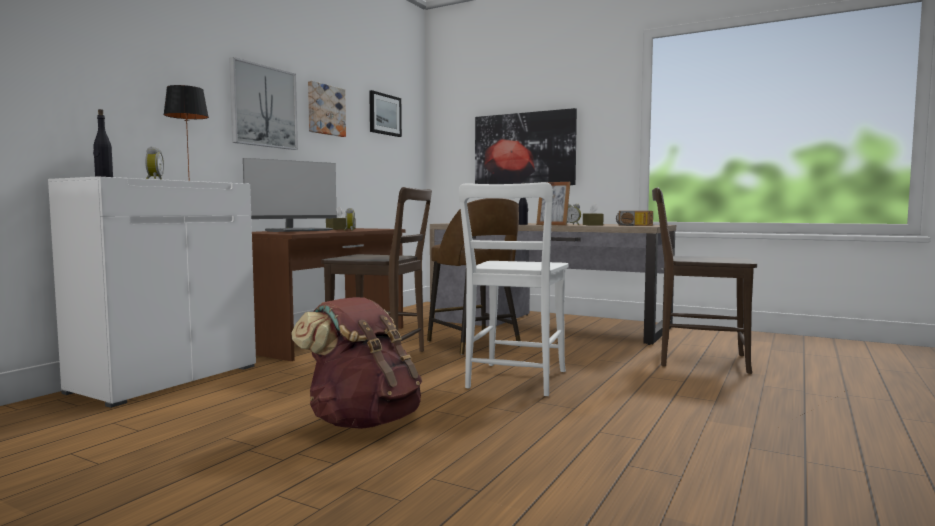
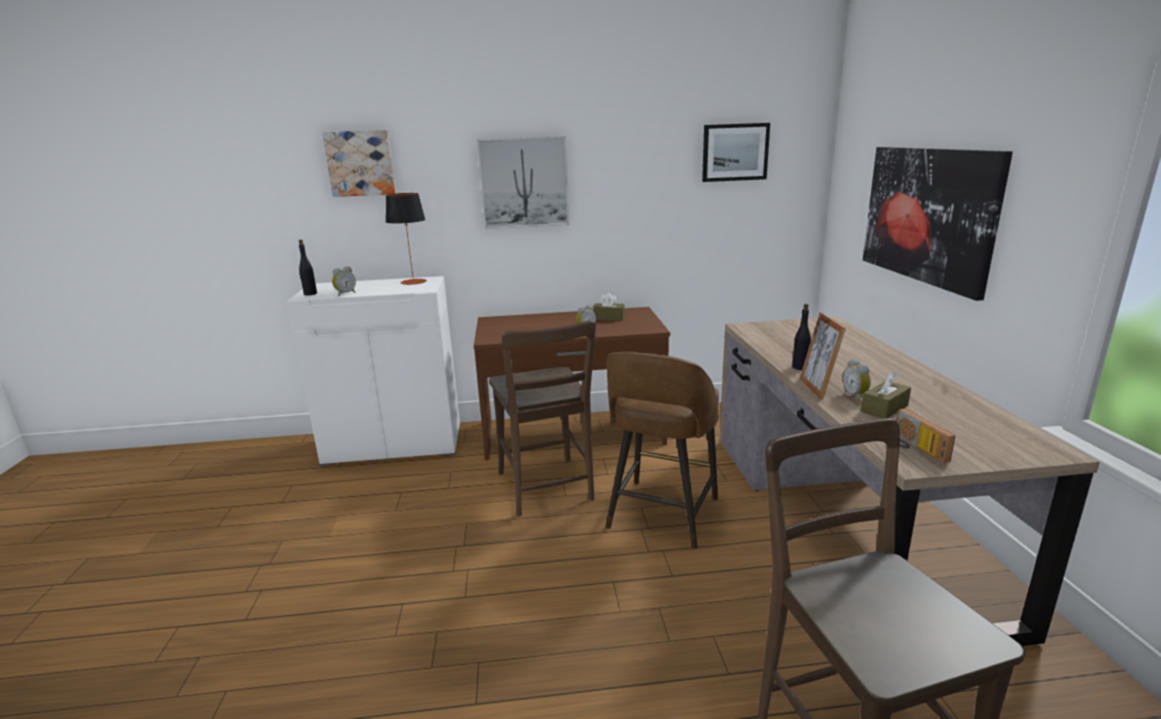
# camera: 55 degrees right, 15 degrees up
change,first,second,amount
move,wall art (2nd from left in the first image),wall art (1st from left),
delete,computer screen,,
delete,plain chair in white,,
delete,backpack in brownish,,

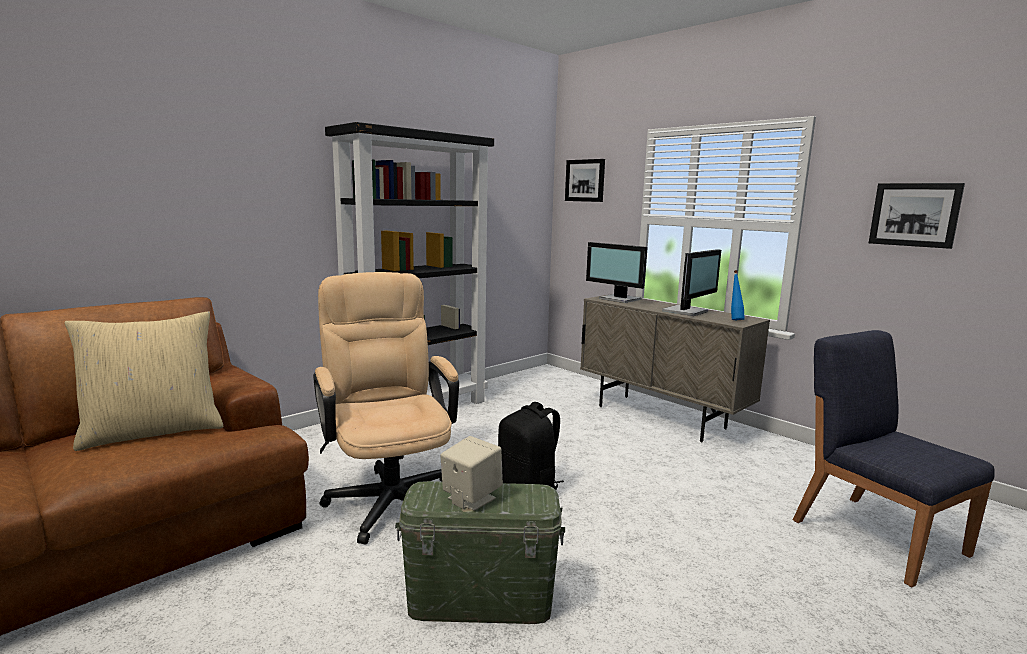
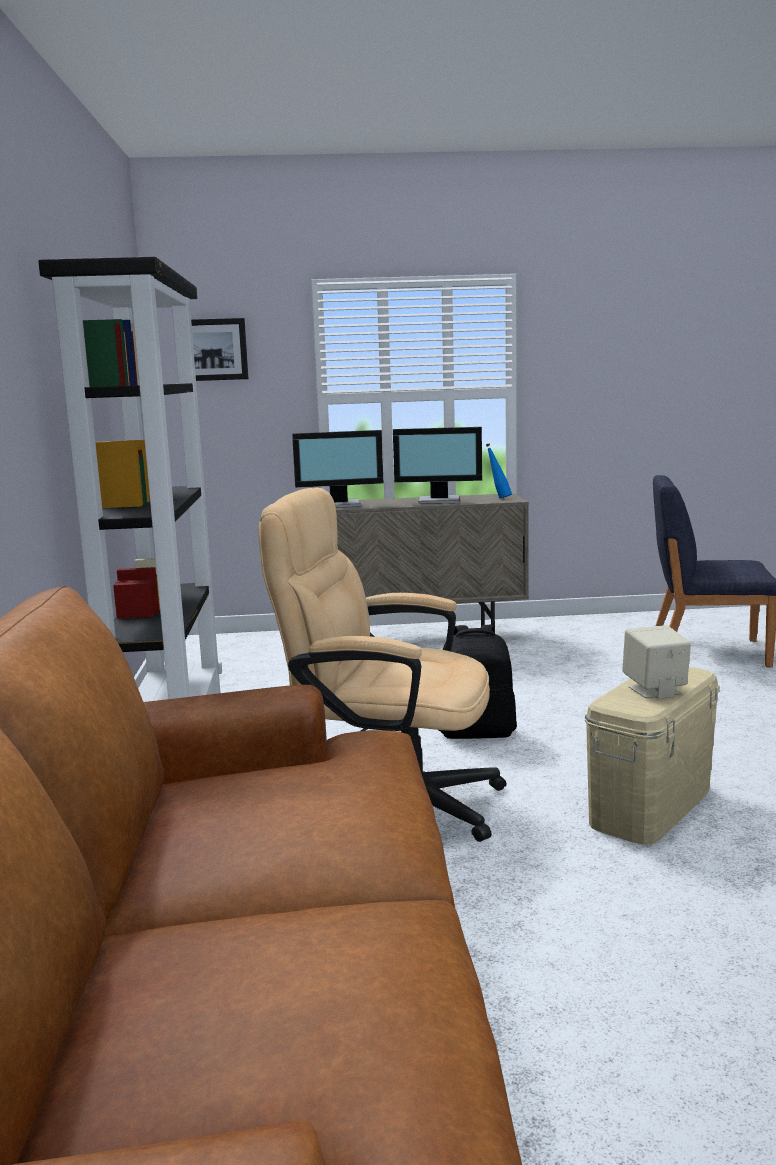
# camera: 50 degrees left, 0 degrees up
change,first,second,amount
delete,wall art (2nd from left),,
rotate,computer screen (2nd from left),,105 degrees clockwise
delete,cushion in sand-coloured,,
recolor,storage bin in green,storage bin in sand-coloured,

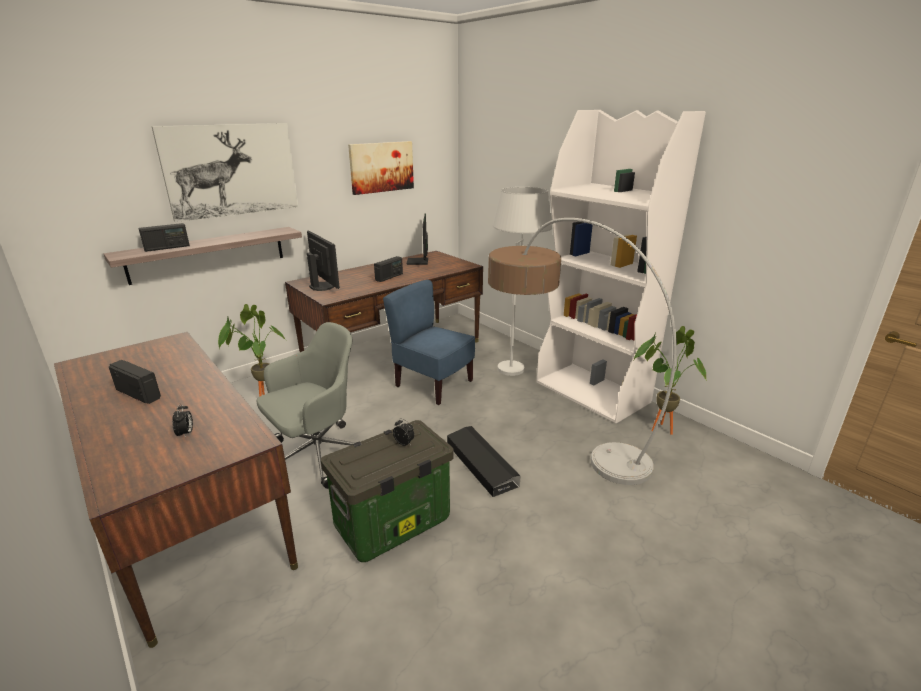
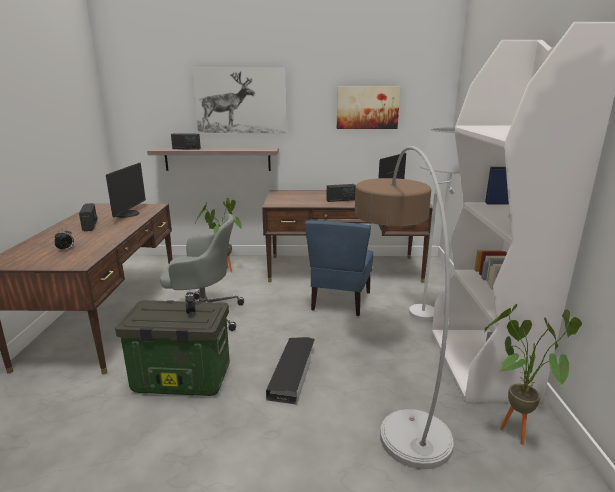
# camera: 40 degrees right, 5 degrees down
change,first,second,amount
move,computer screen (1st from left),,
rotate,plain chair in blue,,150 degrees counterclockwise

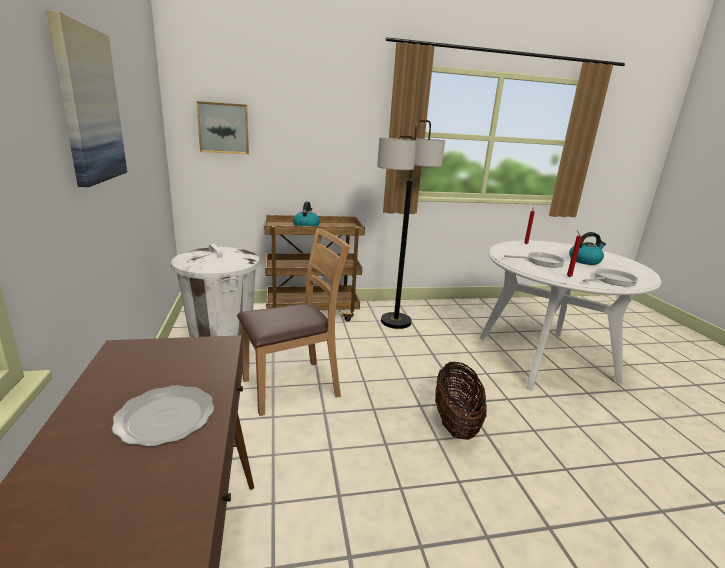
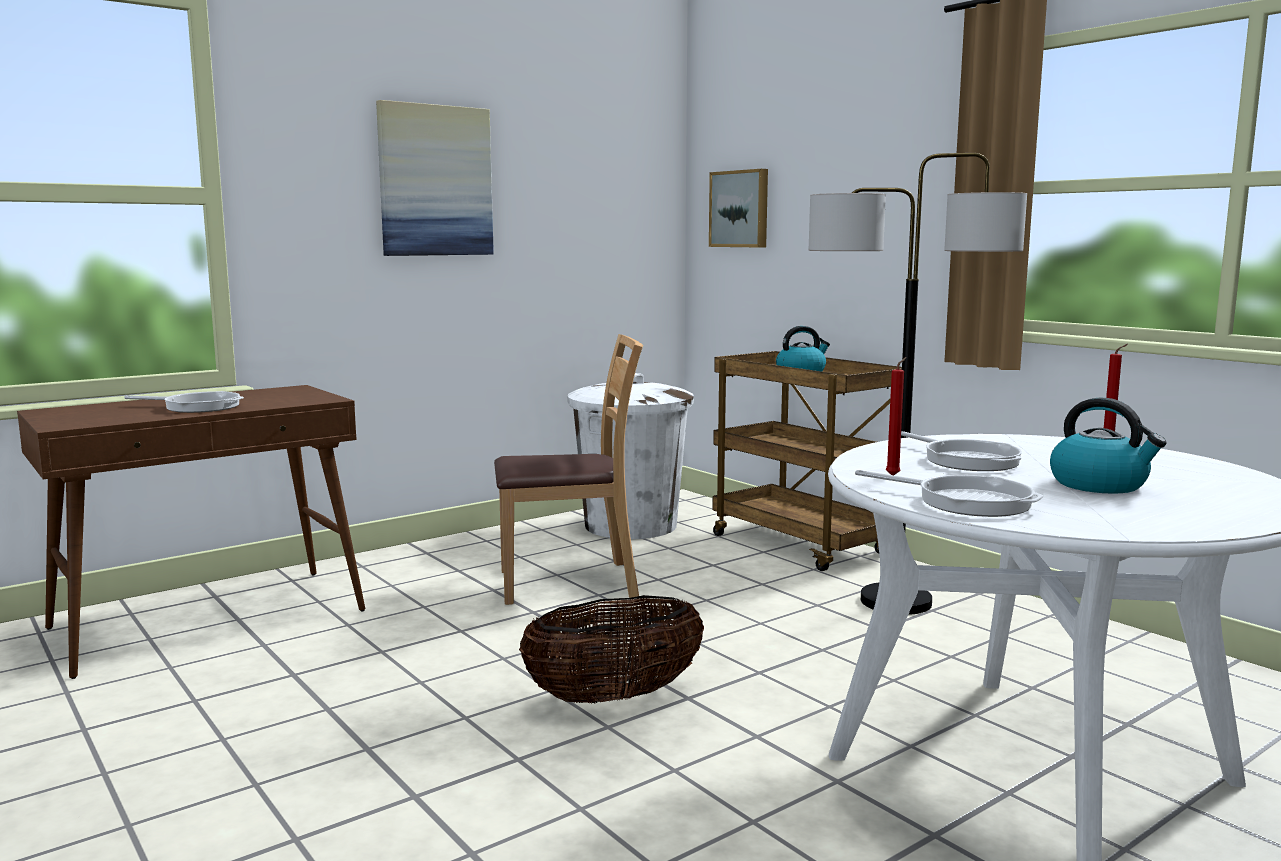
# camera: 65 degrees right, 10 degrees down
change,first,second,amount
rotate,plain chair in brownish,,45 degrees counterclockwise
replace,plate,frying pan (1st from left),

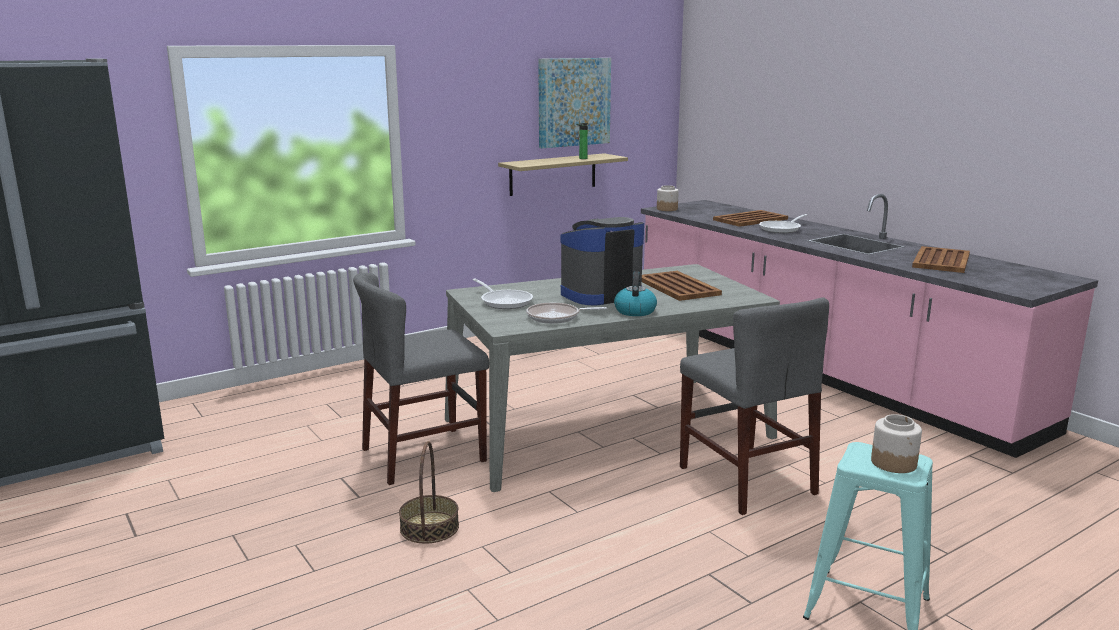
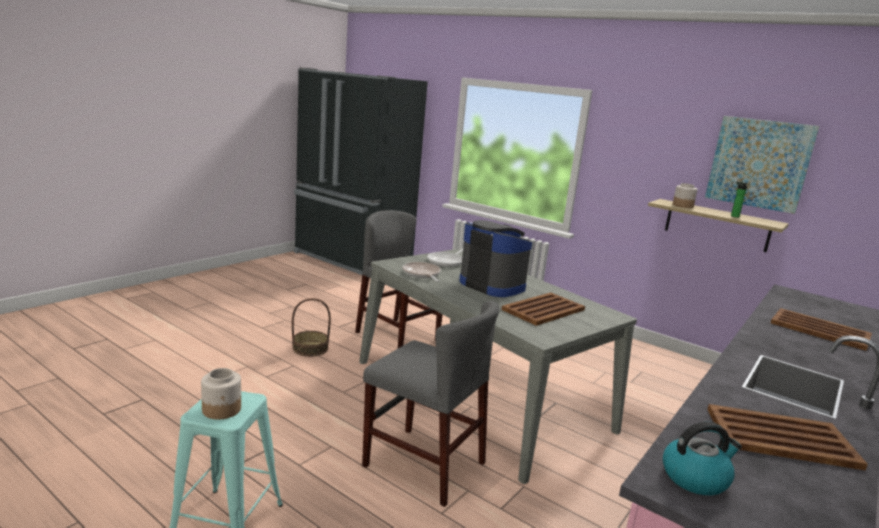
# camera: 70 degrees right, 0 degrees up
change,first,second,amount
move,storage jar (1st from left in the first image),storage jar (2nd from left),
delete,frying pan (3rd from left),,
move,kettle,,
rotate,plain chair in grey (2nd from left),,105 degrees counterclockwise

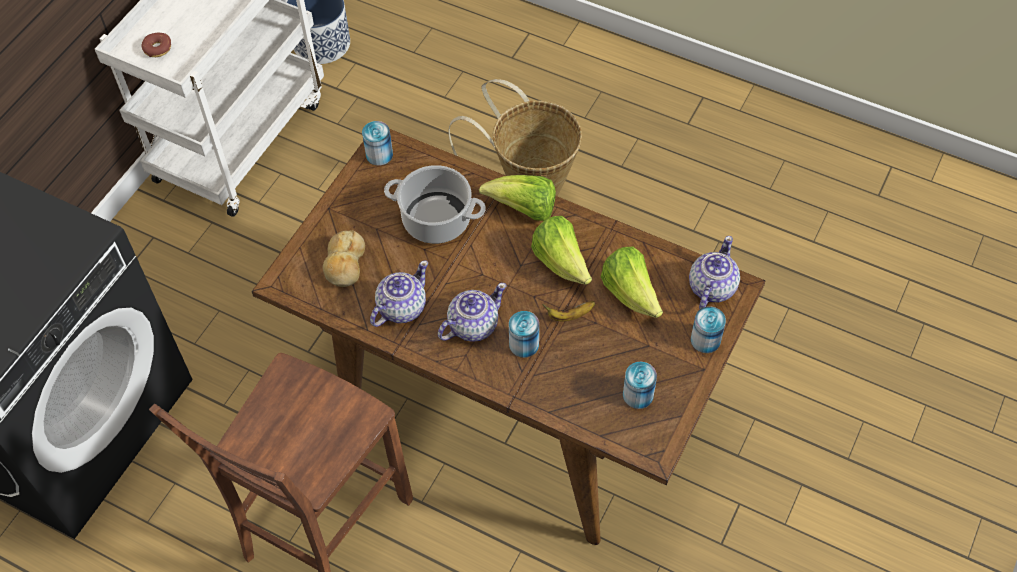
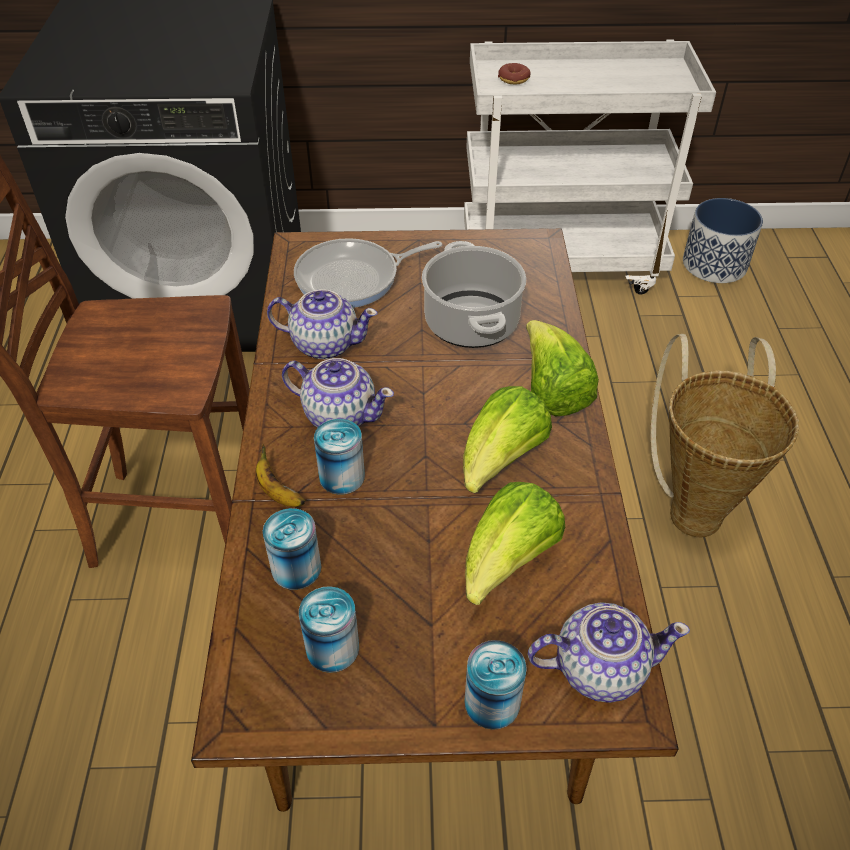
# camera: 60 degrees right, 10 degrees down
change,first,second,amount
move,sealed can (1st from left),,
replace,baked bread,frying pan,
move,banana fruit,,

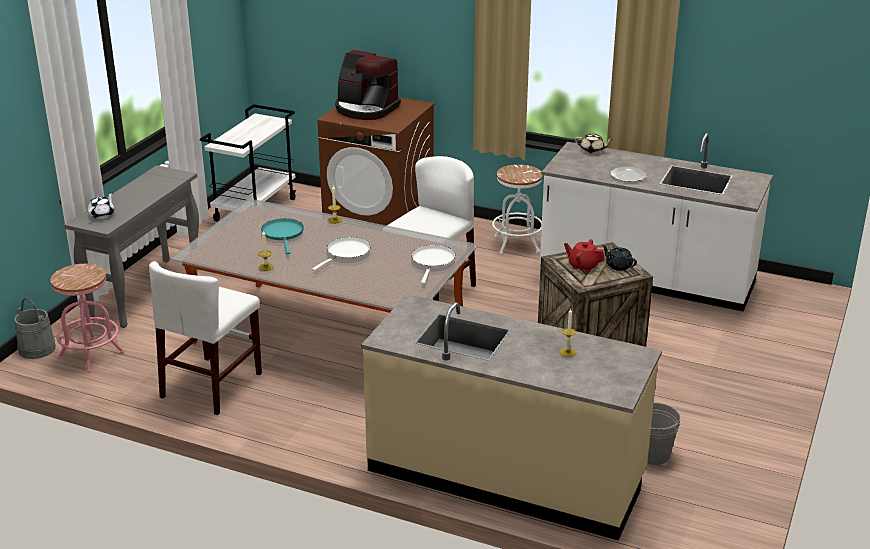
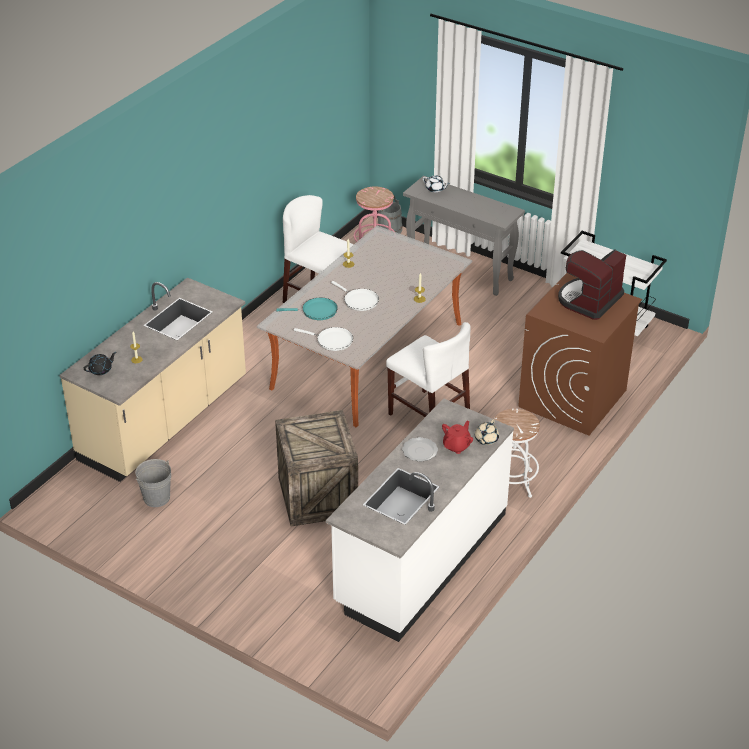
# camera: 100 degrees right, 10 degrees up
change,first,second,amount
move,frying pan in blue-green,,
move,teapot in red,,
move,teapot in black-coloured,,

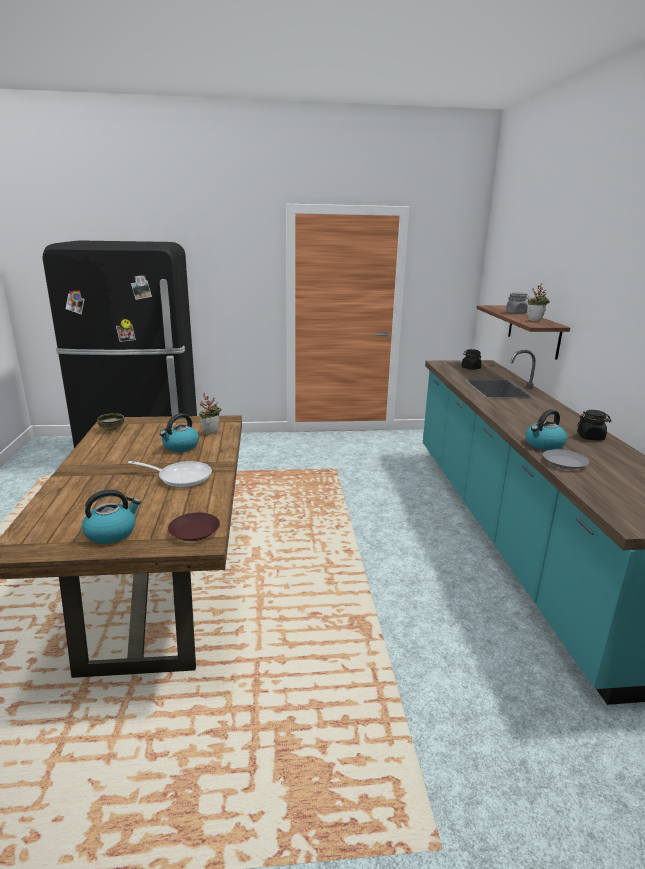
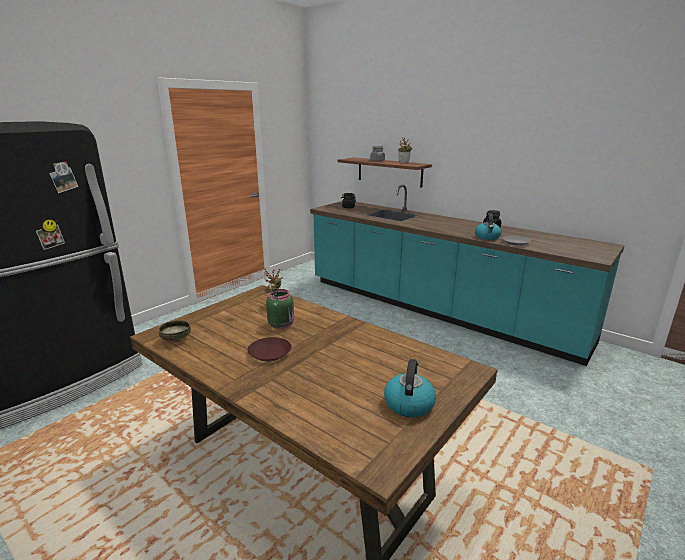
# camera: 45 degrees left, 0 degrees up
change,first,second,amount
replace,kettle (2nd from left),storage jar in green,
delete,frying pan,,
move,plate in brownish,,

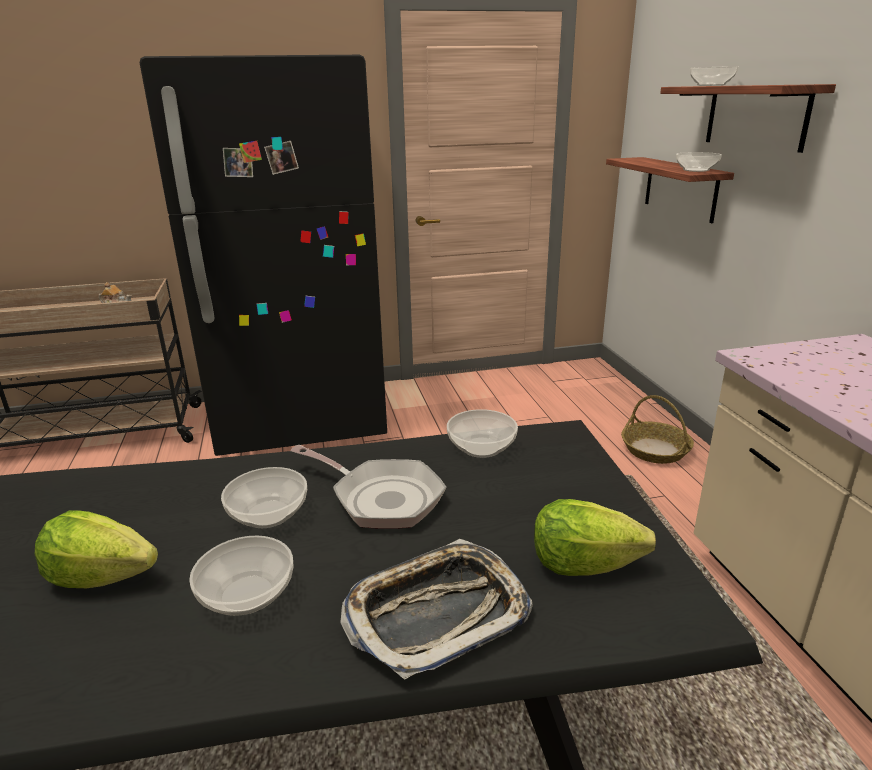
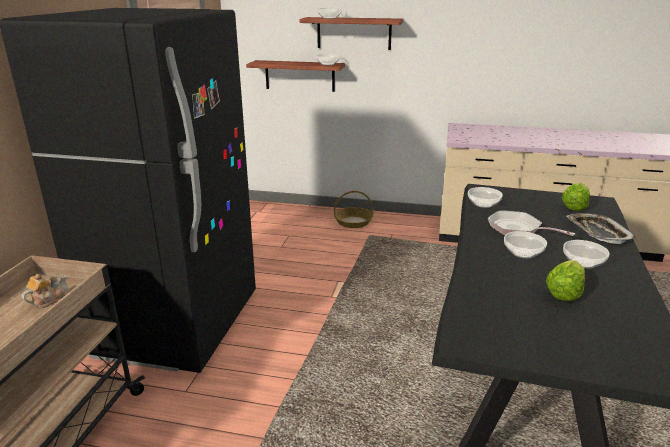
# camera: 65 degrees left, 0 degrees up
change,first,second,amount
rotate,frying pan,,105 degrees counterclockwise

